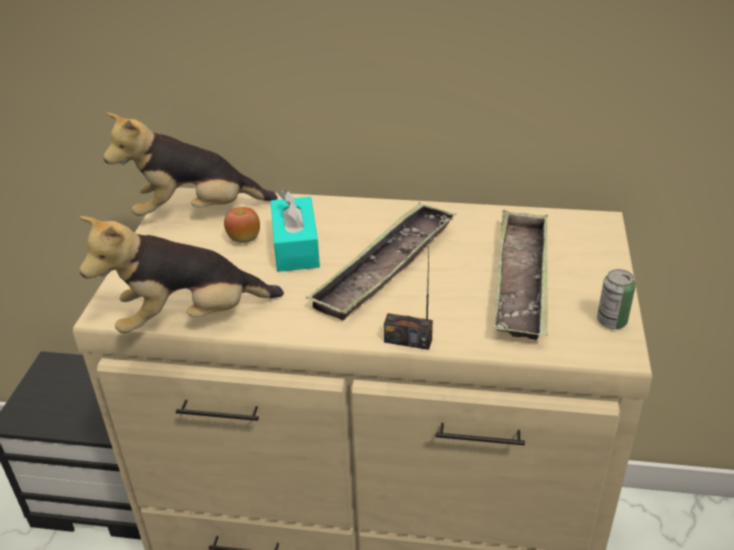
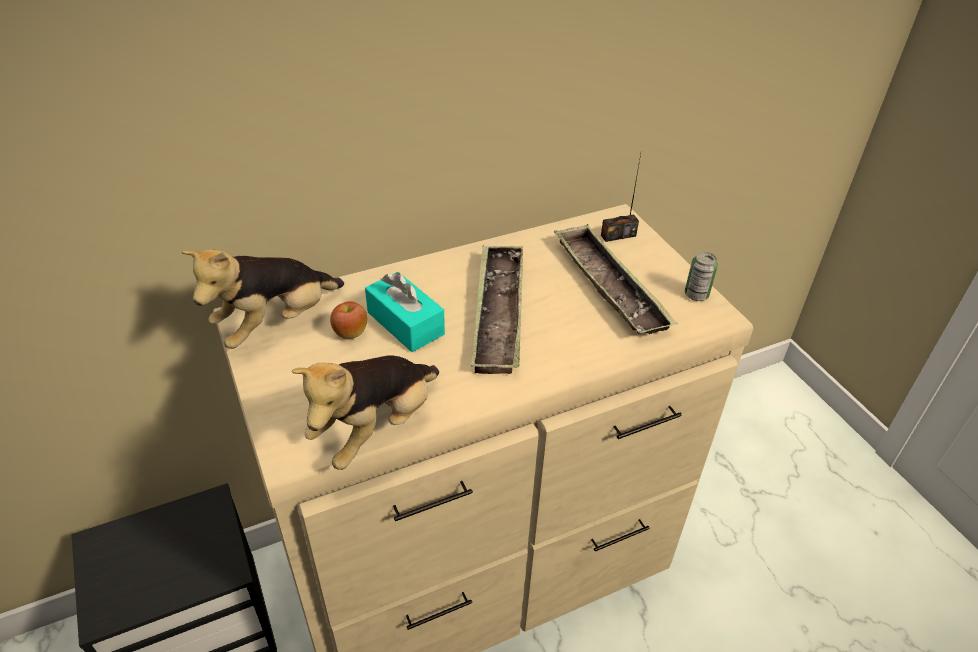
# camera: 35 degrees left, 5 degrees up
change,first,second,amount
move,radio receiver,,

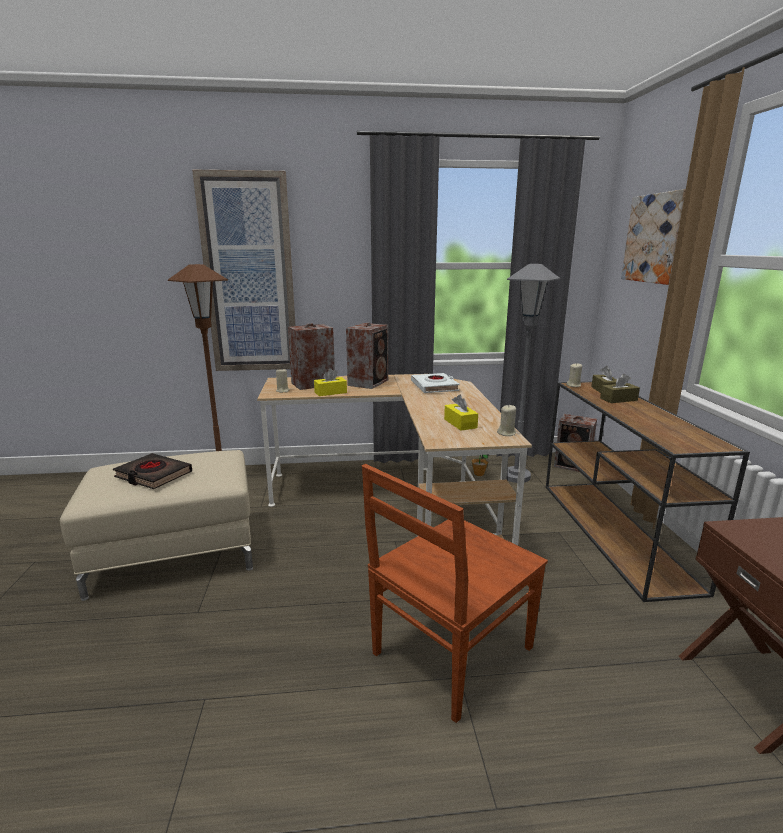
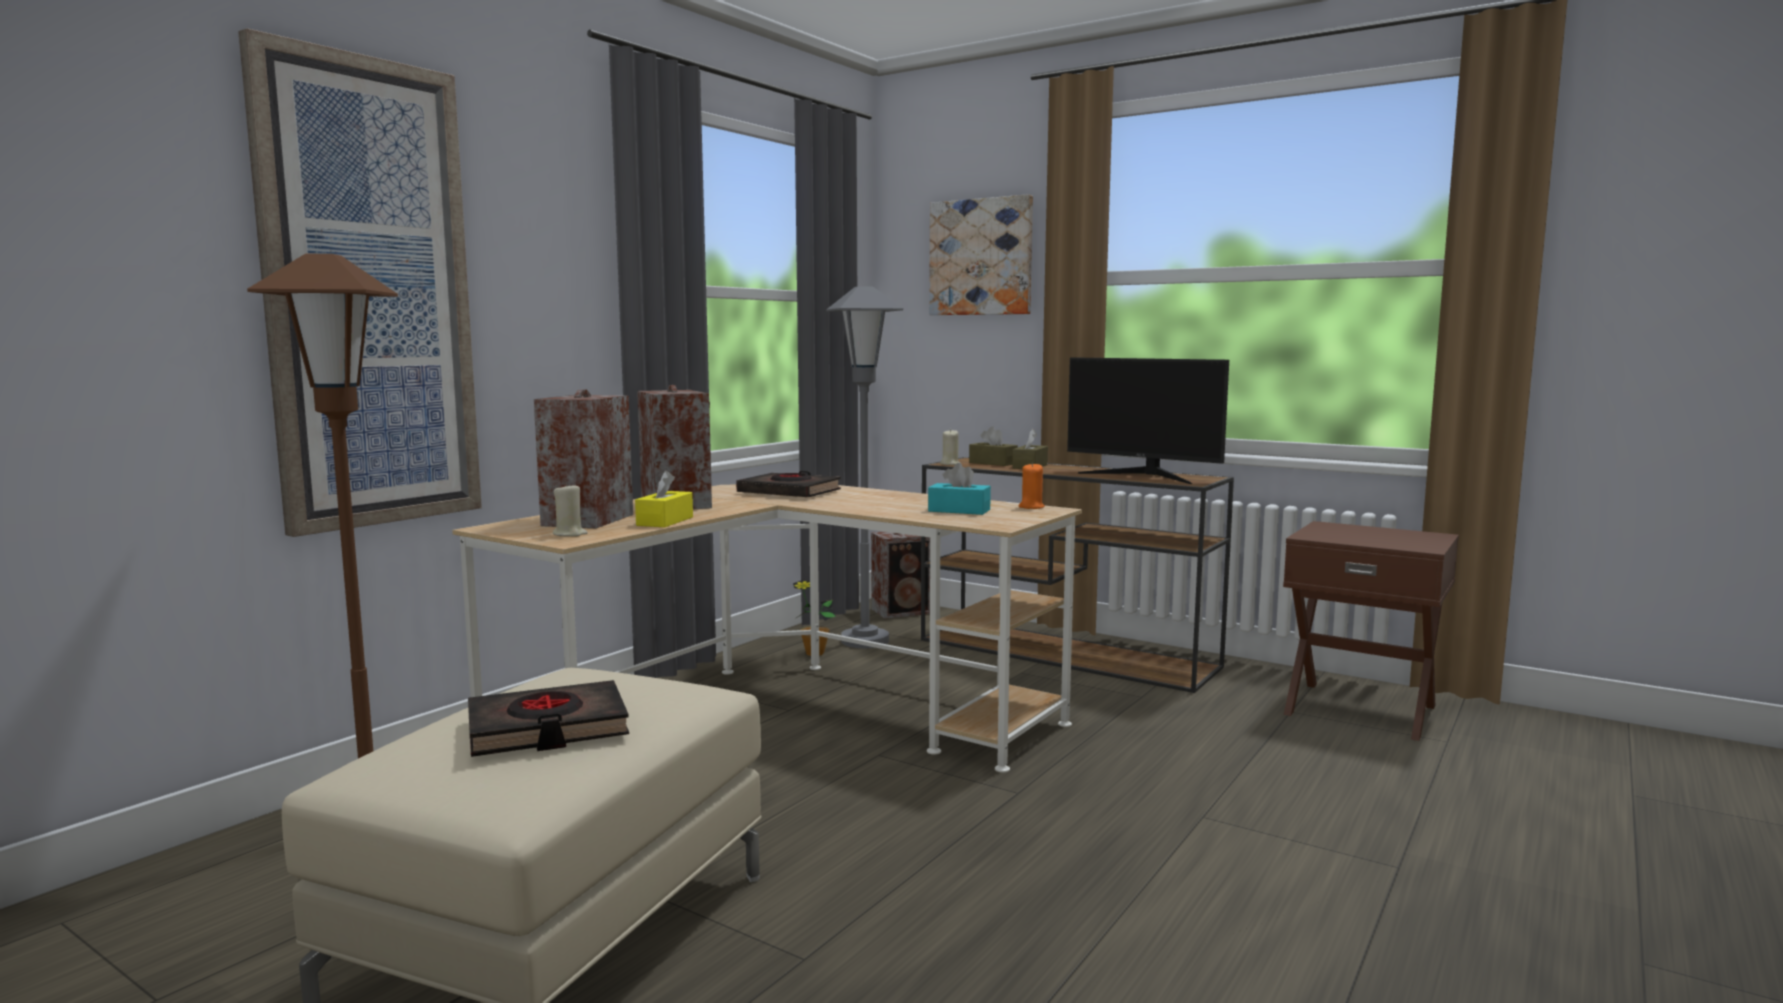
# camera: 50 degrees left, 10 degrees down
change,first,second,amount
recolor,book in white,book in black-coloured (2nd from left),
recolor,tissue box in yellow-coloured (2nd from left),tissue box in blue-green,
recolor,wax candle in sand-coloured (2nd from left),wax candle in orange-coloured,
delete,plain chair in brownish,,
insert,,computer screen,

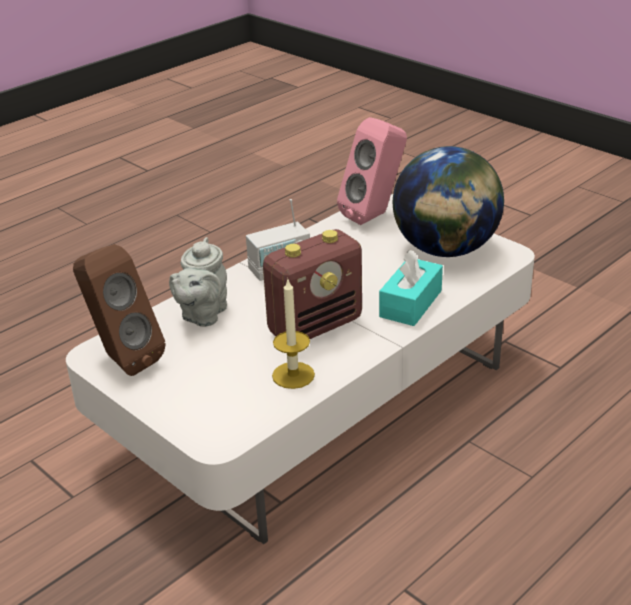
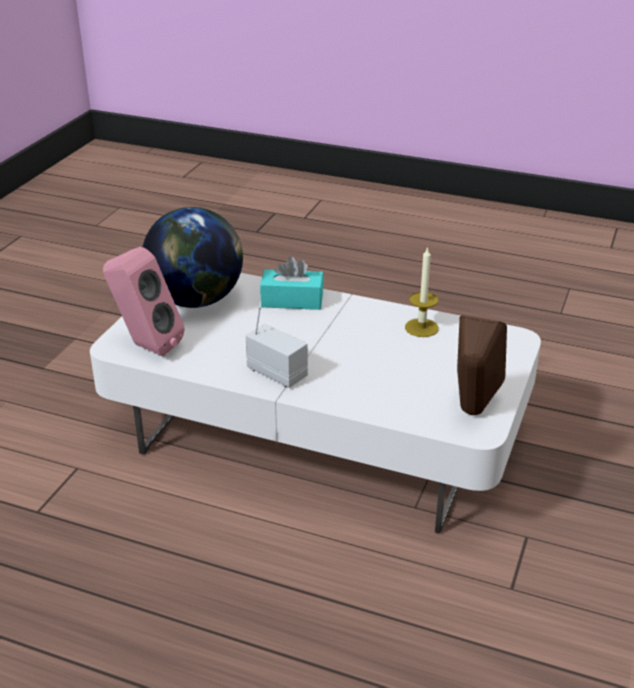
# camera: 115 degrees left, 0 degrees up
change,first,second,amount
delete,radio receiver (2nd from left),,
delete,teapot in grey,,

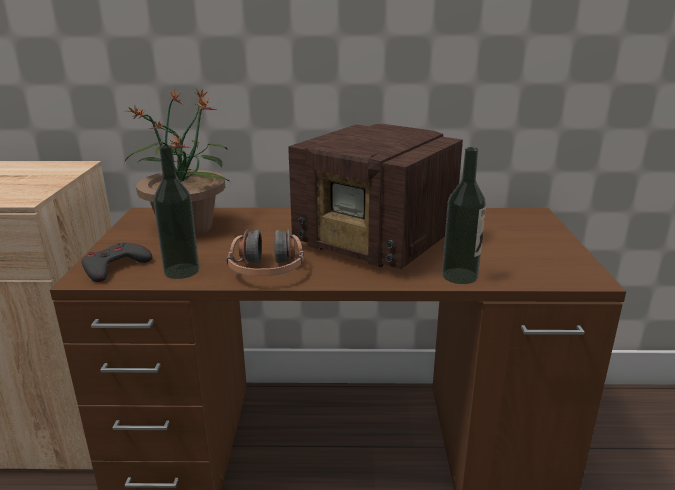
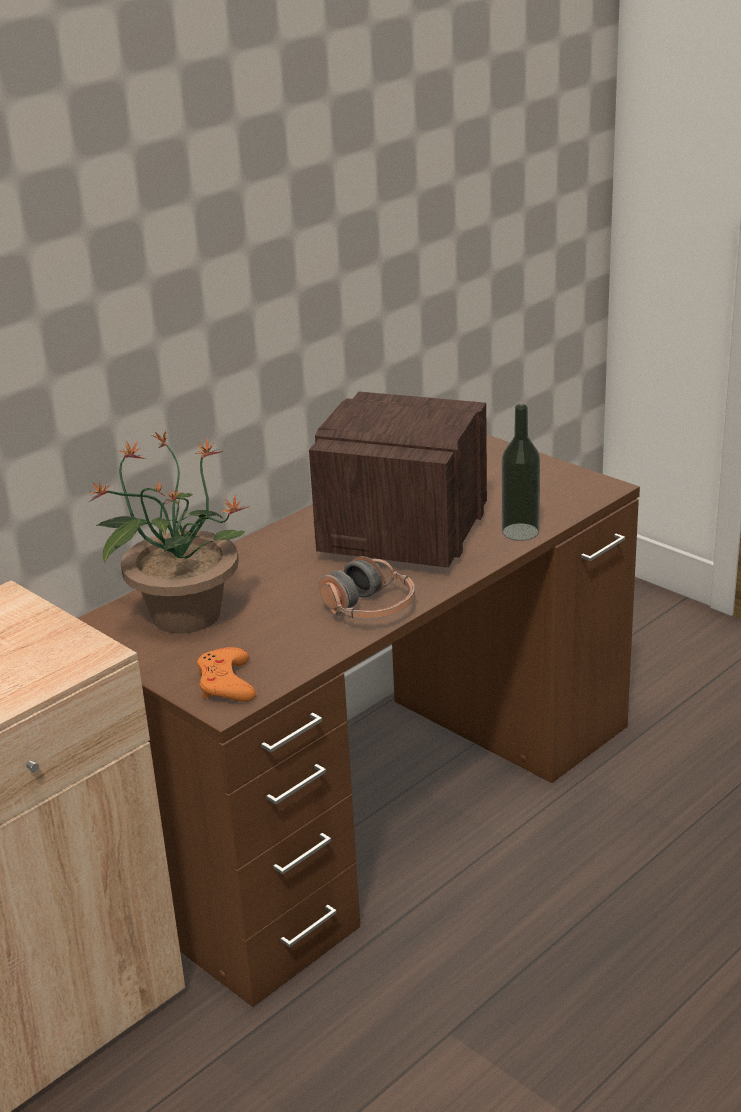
# camera: 45 degrees left, 5 degrees up
change,first,second,amount
rotate,radio receiver,,120 degrees clockwise
delete,drink bottle (1st from left),,
recolor,game controller in grey,game controller in orange-coloured,

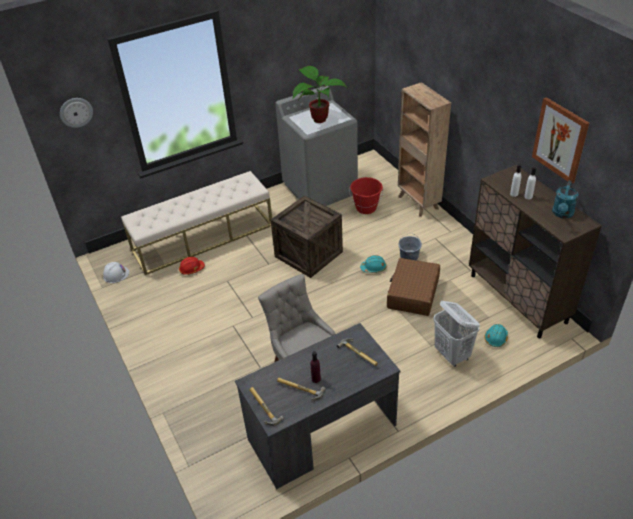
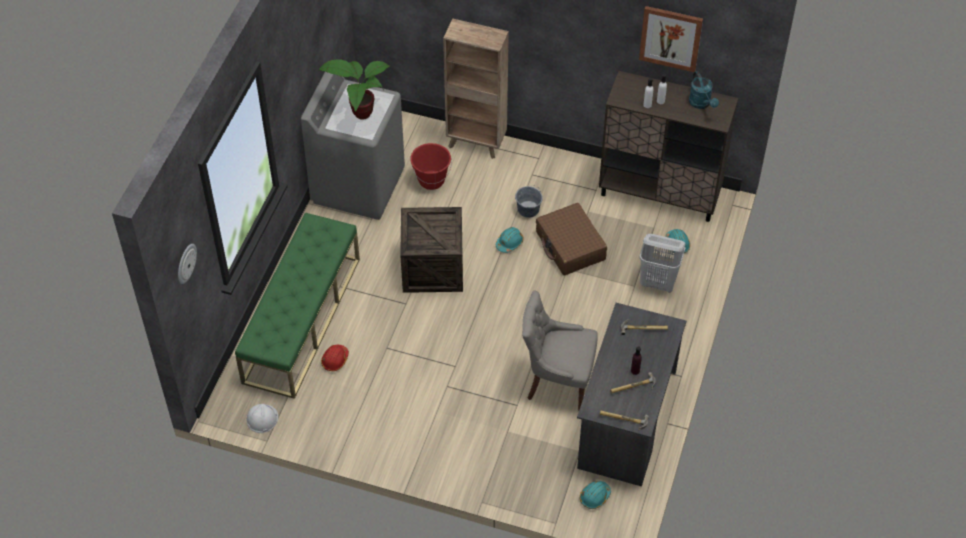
# camera: 45 degrees left, 10 degrees up
change,first,second,amount
recolor,indoor bench in sand-coloured,indoor bench in green,
insert,,work helmet in blue-green (2nd from left),

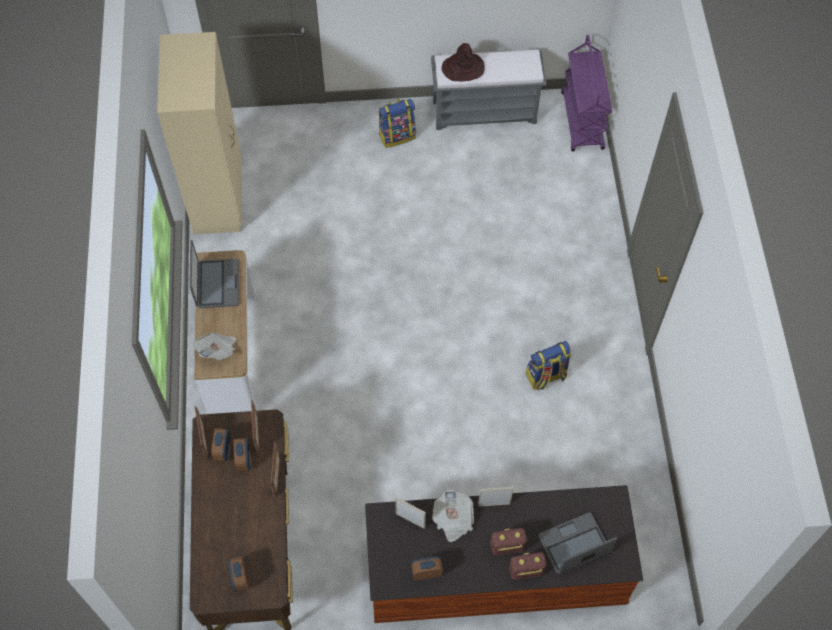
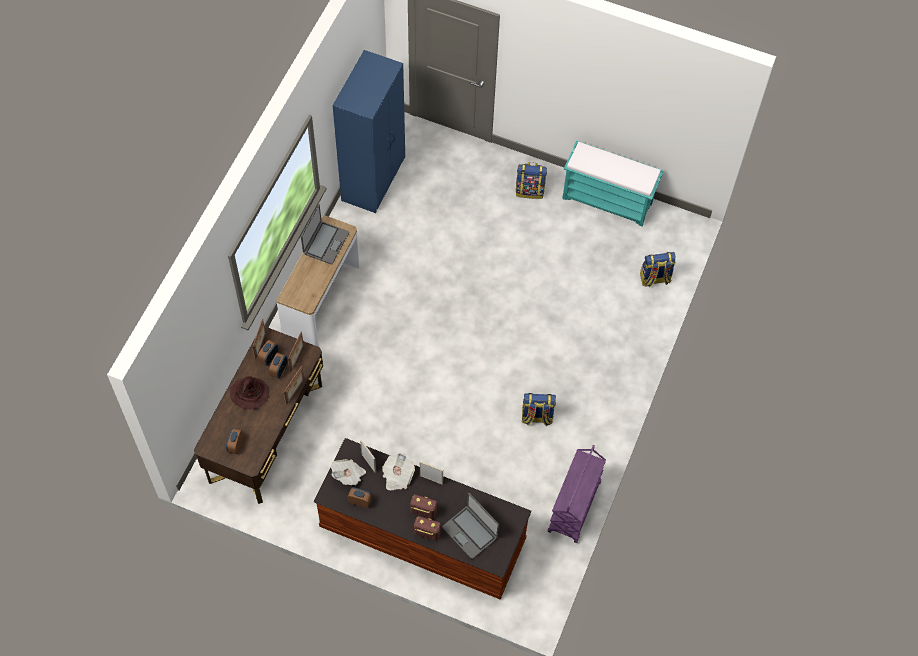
# camera: 25 degrees right, 0 degrees up
change,first,second,amount
recolor,wardrobe in sand-coloured,wardrobe in blue,
move,cart in purplish,,
move,clothing hat in brownish,,
recolor,indoor bench in grey,indoor bench in blue-green,
move,printed paper (1st from left),,
rotate,portable computer (2nd from left),,135 degrees counterclockwise
insert,,backpack (3rd from left),

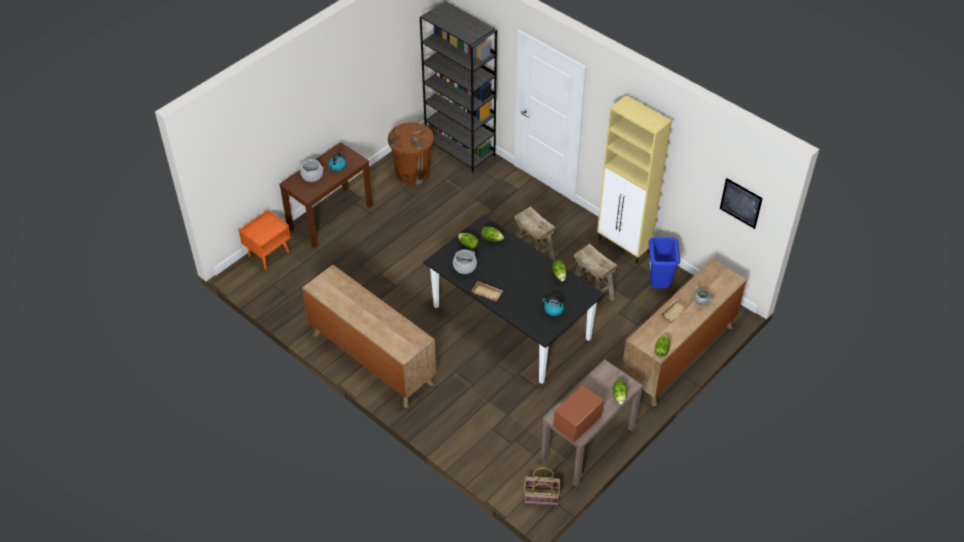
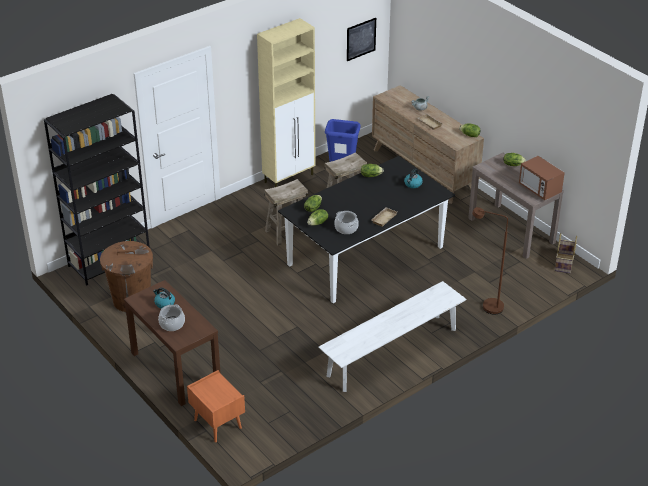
# camera: 80 degrees left, 10 degrees down
change,first,second,amount
replace,dresser in brownish (1st from left),indoor bench in white,
insert,,standard lamp in brownish,

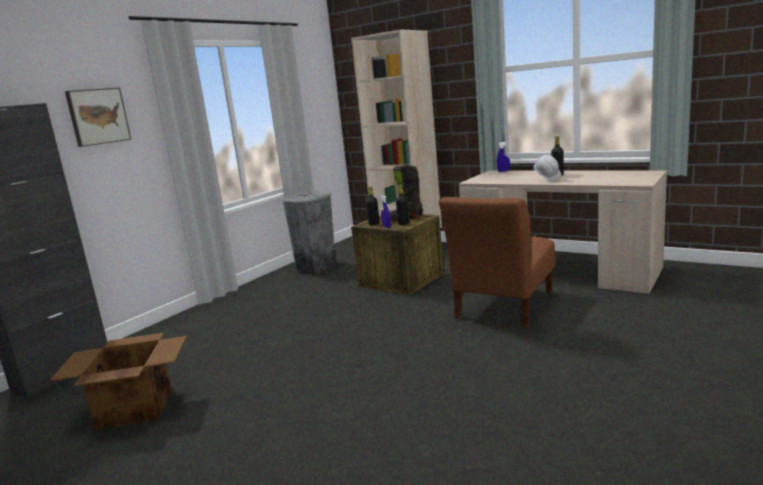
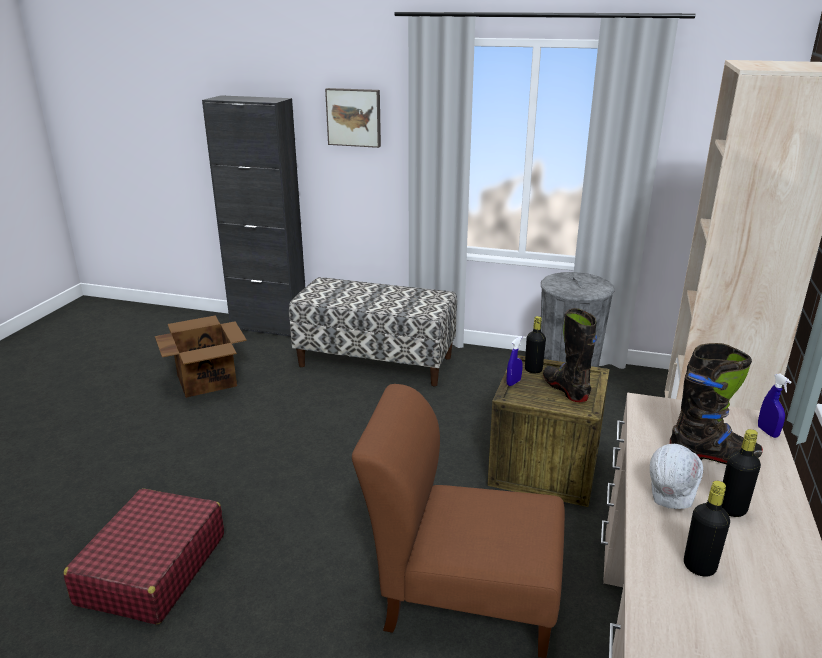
# camera: 70 degrees right, 10 degrees up
change,first,second,amount
move,drink bottle in black-coloured (2nd from left),,
insert,,indoor bench,
insert,,high-top boot in black-coloured (2nd from left),
insert,,suitcase in red,

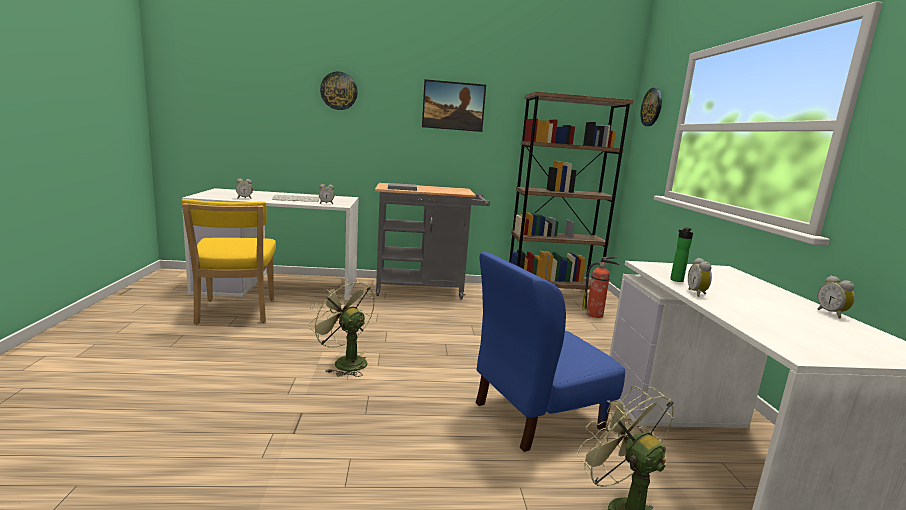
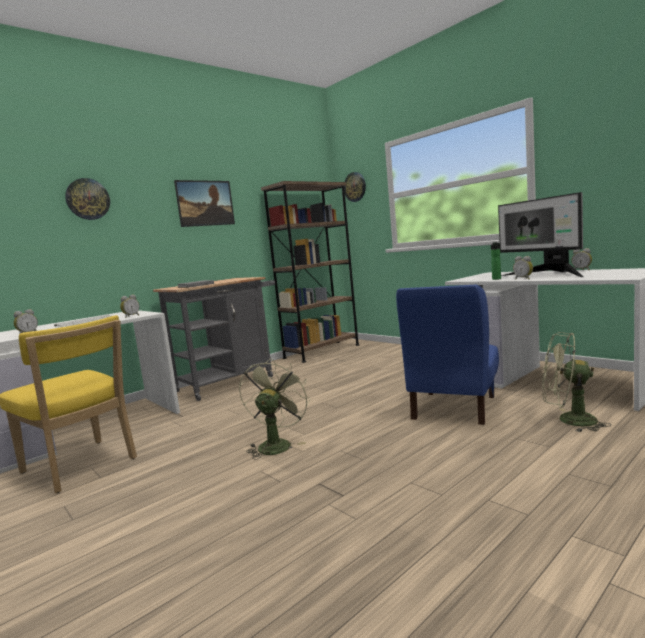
# camera: 35 degrees left, 5 degrees down
change,first,second,amount
delete,extinguisher,,
rotate,cooling fan in green (1st from left),,105 degrees clockwise
insert,,computer screen,

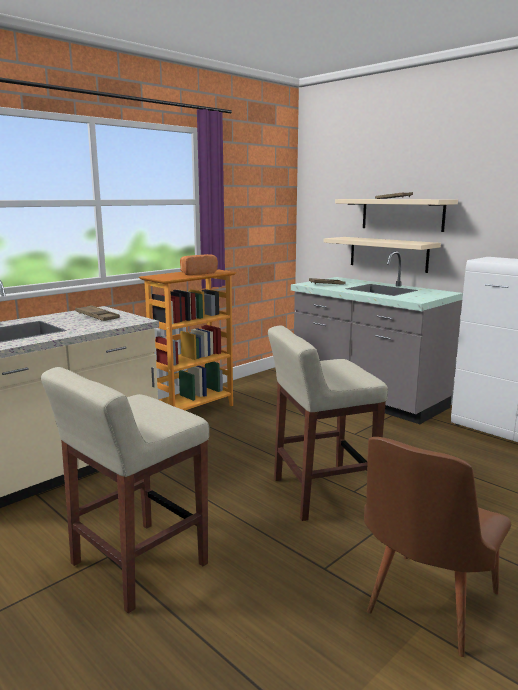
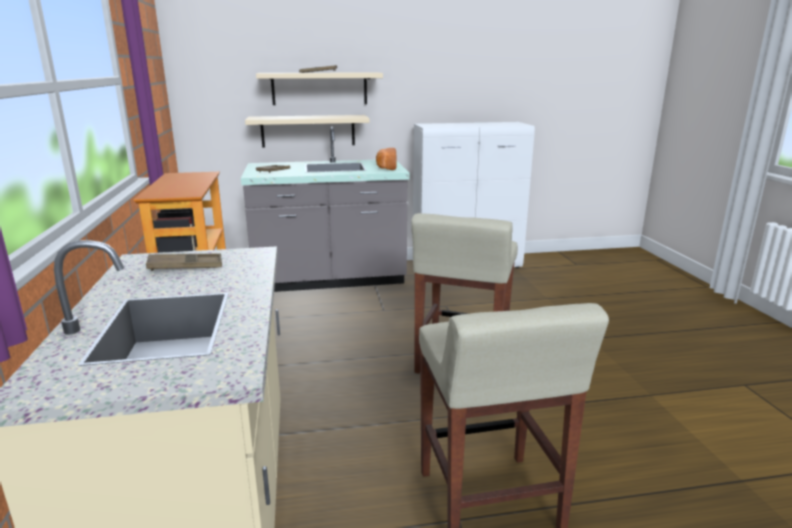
# camera: 55 degrees left, 5 degrees up
change,first,second,amount
move,baked bread,,
delete,plain chair in brownish,,

